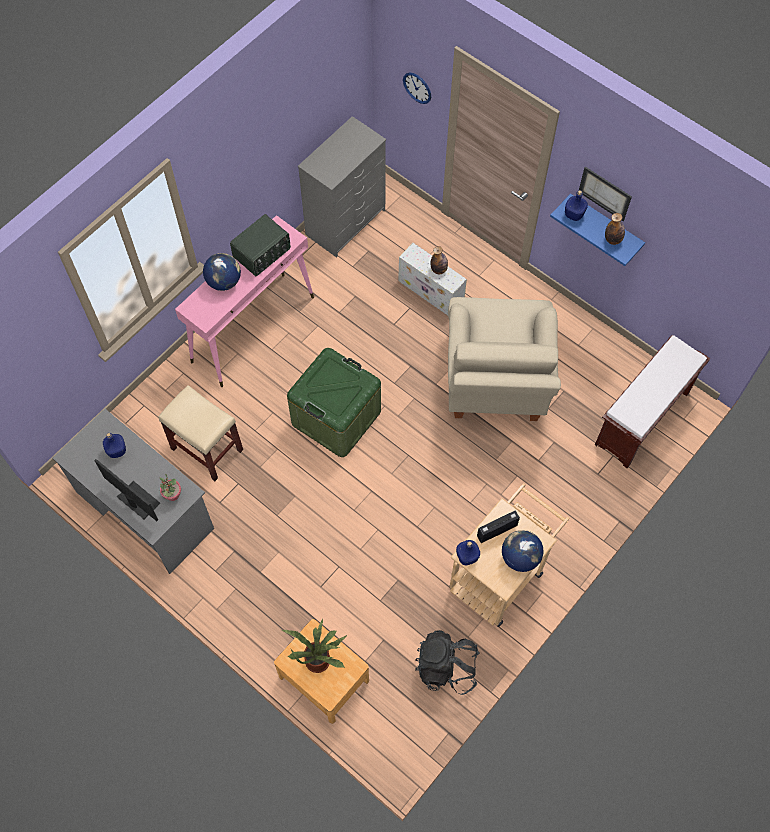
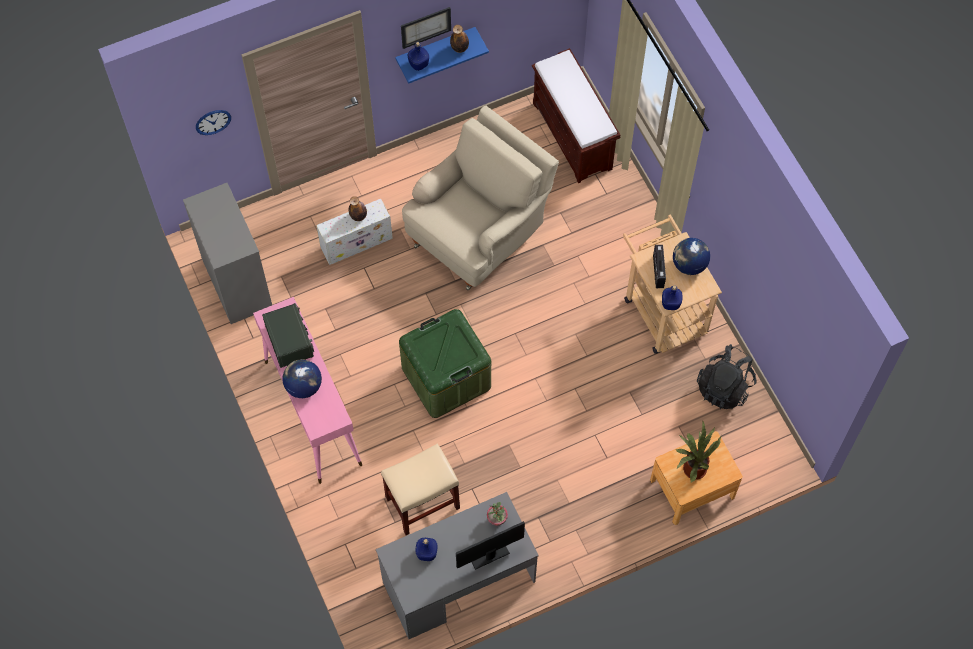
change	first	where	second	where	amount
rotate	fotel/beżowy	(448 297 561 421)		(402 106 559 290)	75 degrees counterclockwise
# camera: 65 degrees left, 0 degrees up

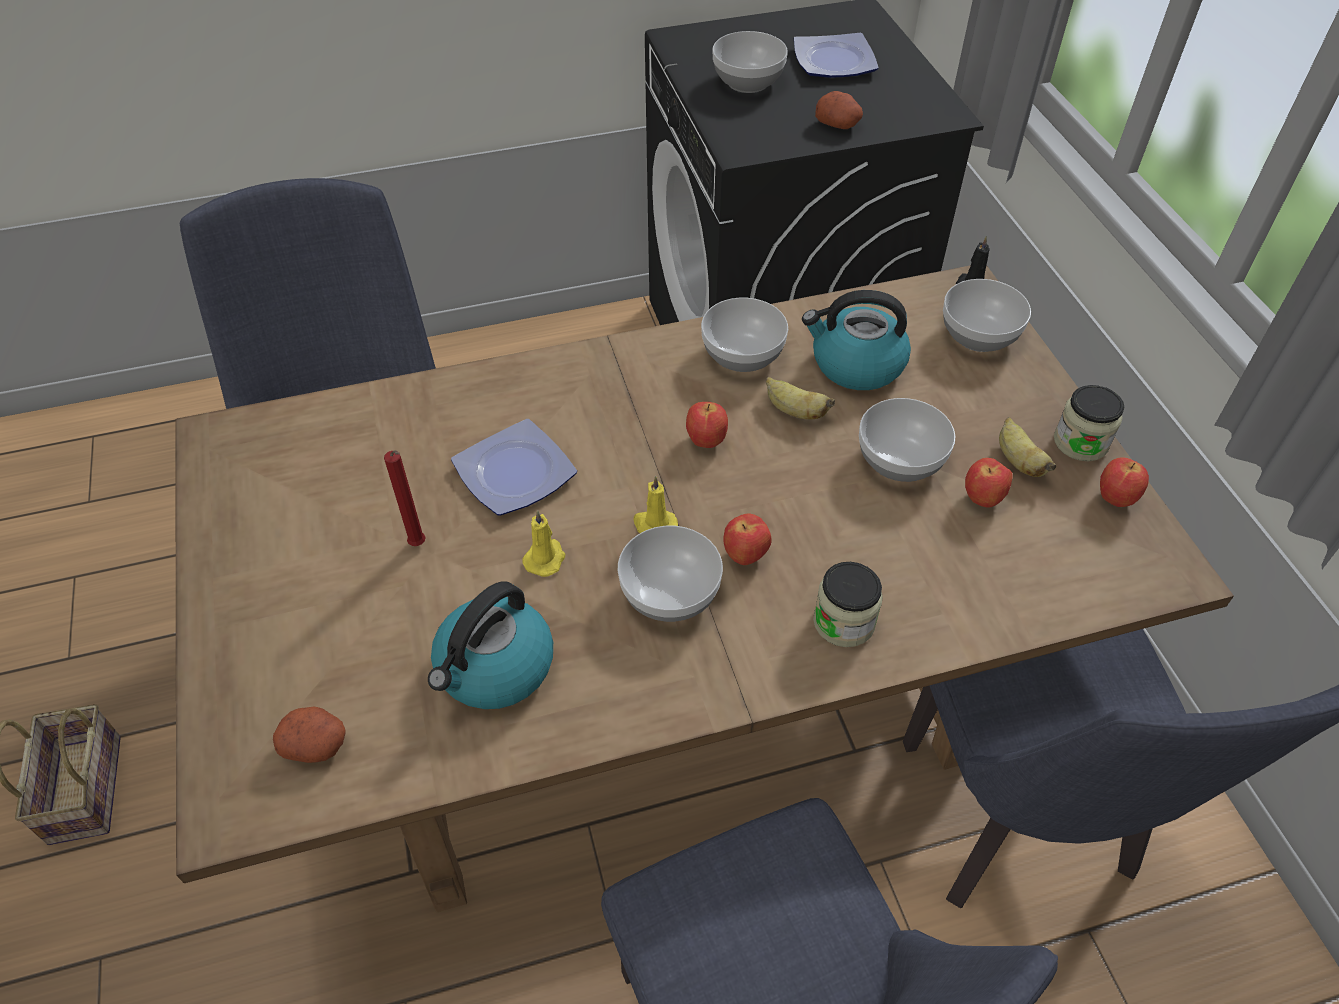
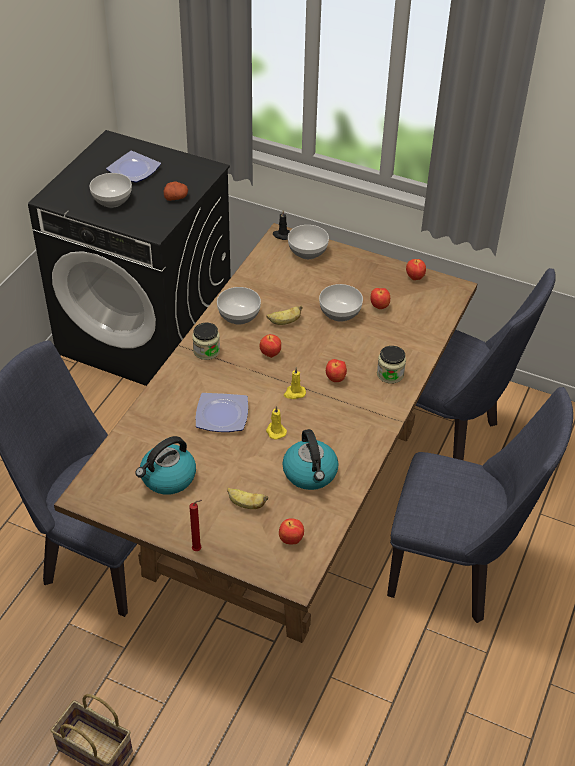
change	first	where	second	where	amount
move	czajnik	(802 290 911 390)		(135 436 196 495)	
move	świeca/czerwony	(384 450 426 546)		(189 500 202 551)	
move	słoik	(1054 385 1125 461)		(192 322 220 360)	
move	banan	(999 417 1056 477)		(227 487 268 509)	
replace	ziemniak	(273 707 346 763)	jabłko	(279 518 304 544)	
delete	miska	(618 526 723 622)			
# camera: 50 degrees left, 5 degrees down

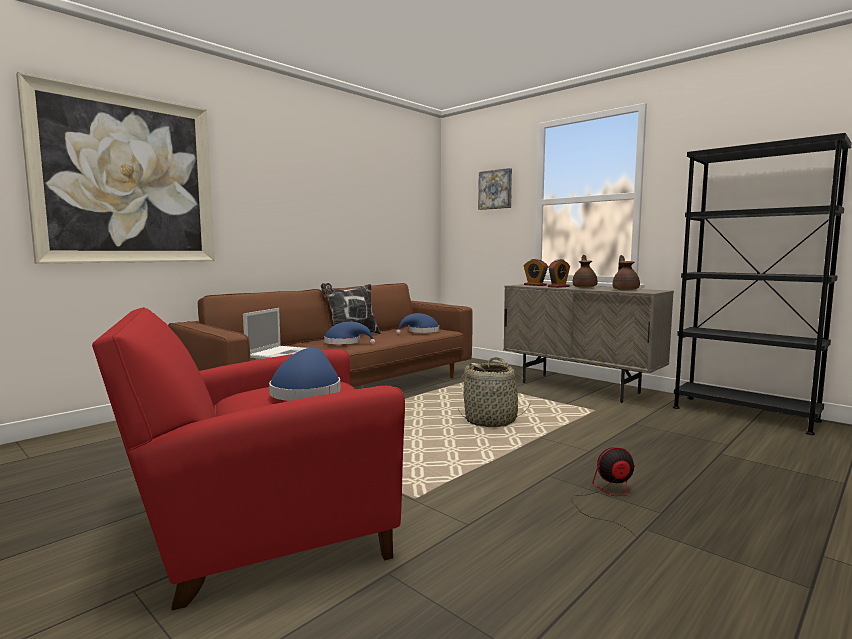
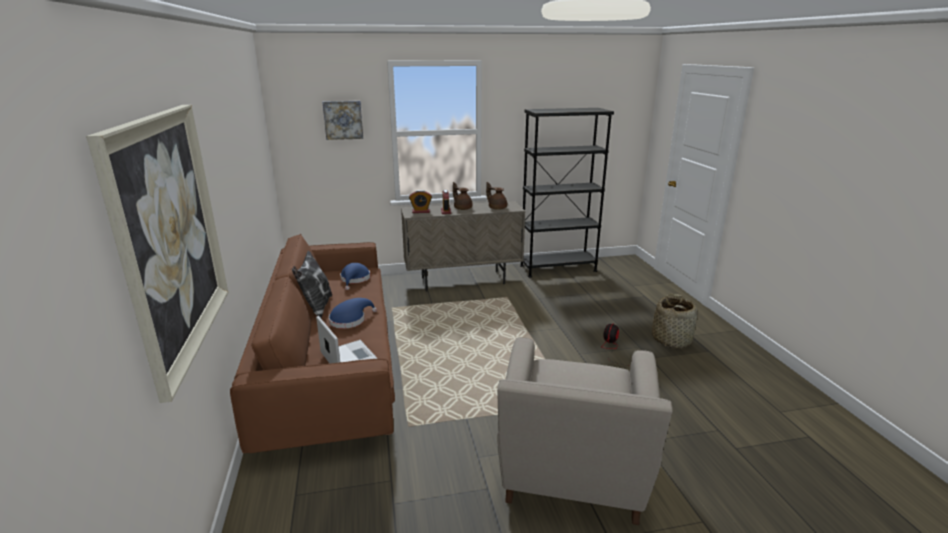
change	first	where	second	where	amount
recolor	fotel/czerwony	(92 307 405 610)	fotel/beżowy	(497 337 673 525)	
move	koszyk	(458 357 531 427)		(652 294 698 349)	
delete	kapelusz/niebieski	(269 348 341 401)			
# camera: 55 degrees left, 15 degrees up

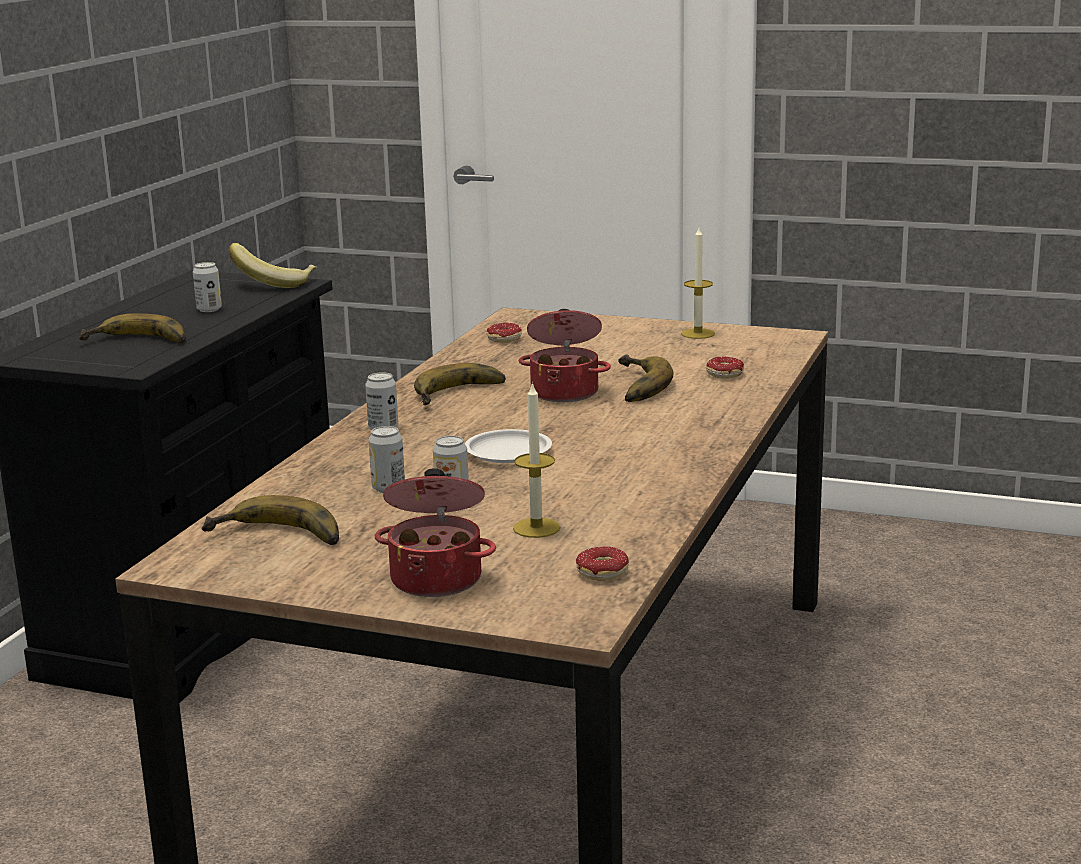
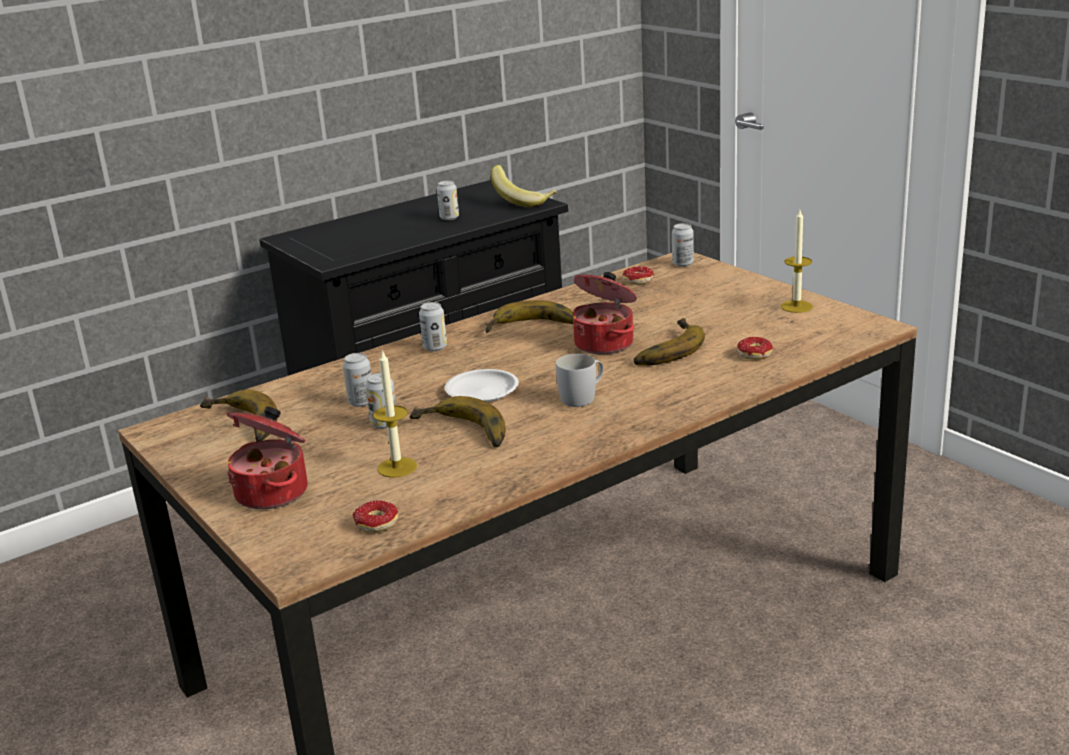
change	first	where	second	where	amount
move	banan	(79 313 186 343)		(409 396 505 447)	
insert			kubek/biały	(556 354 603 407)	
insert			puszka	(672 223 694 267)	
# camera: 35 degrees right, 5 degrees up

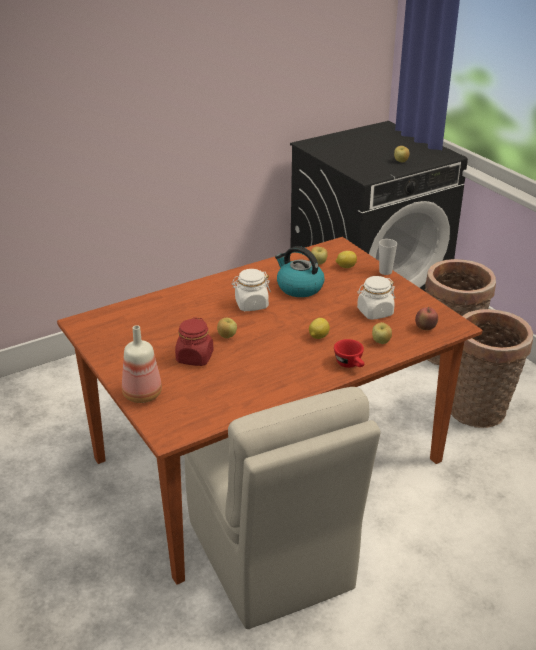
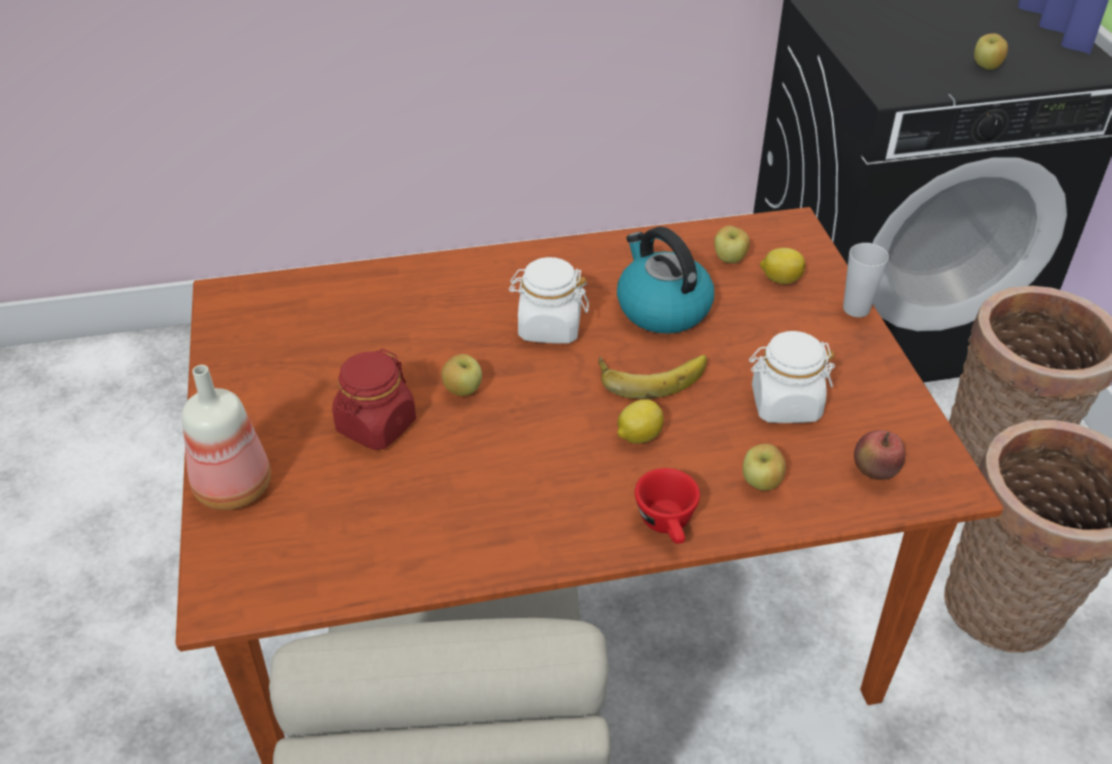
change	first	where	second	where	amount
insert			banan	(598 355 707 399)	
# camera: 20 degrees right, 10 degrees up

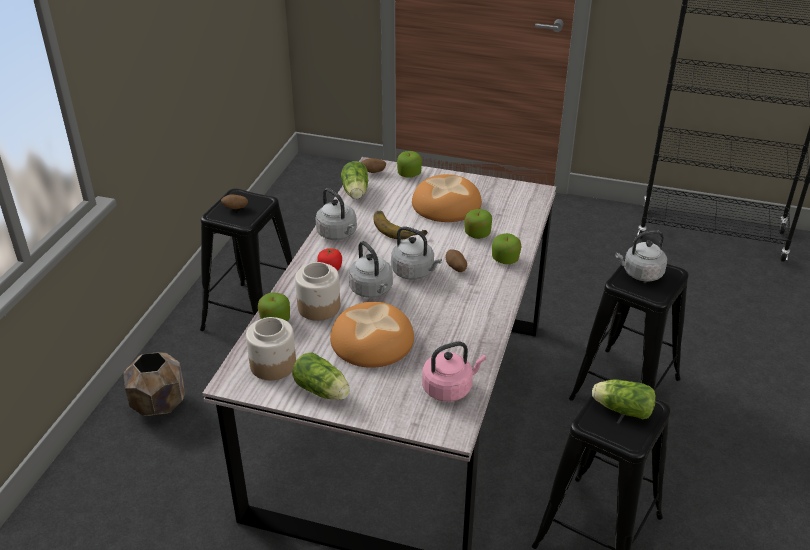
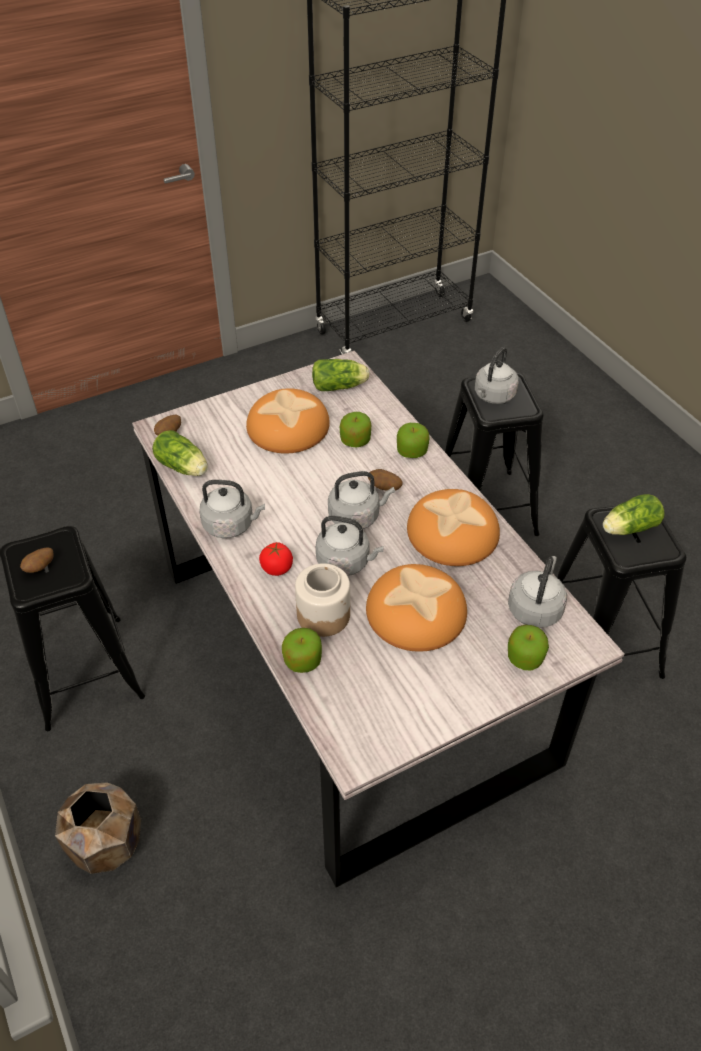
change	first	where	second	where	amount
move	sałata	(292 353 350 400)		(312 359 370 391)	
insert			chleb	(407 489 500 566)	
recolor	czajnik/różowy	(422 342 486 402)	czajnik/szary	(508 556 567 628)	
move	jabłko	(397 151 422 178)		(508 625 549 671)	
delete	słoik	(246 317 296 380)			
delete	banan	(373 211 428 240)			
# camera: 45 degrees left, 10 degrees up

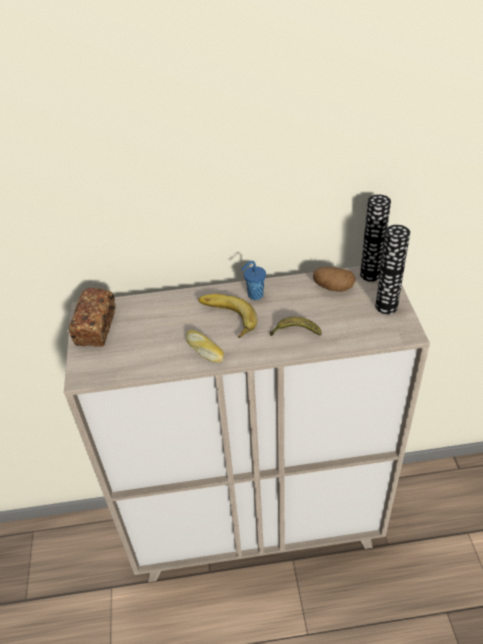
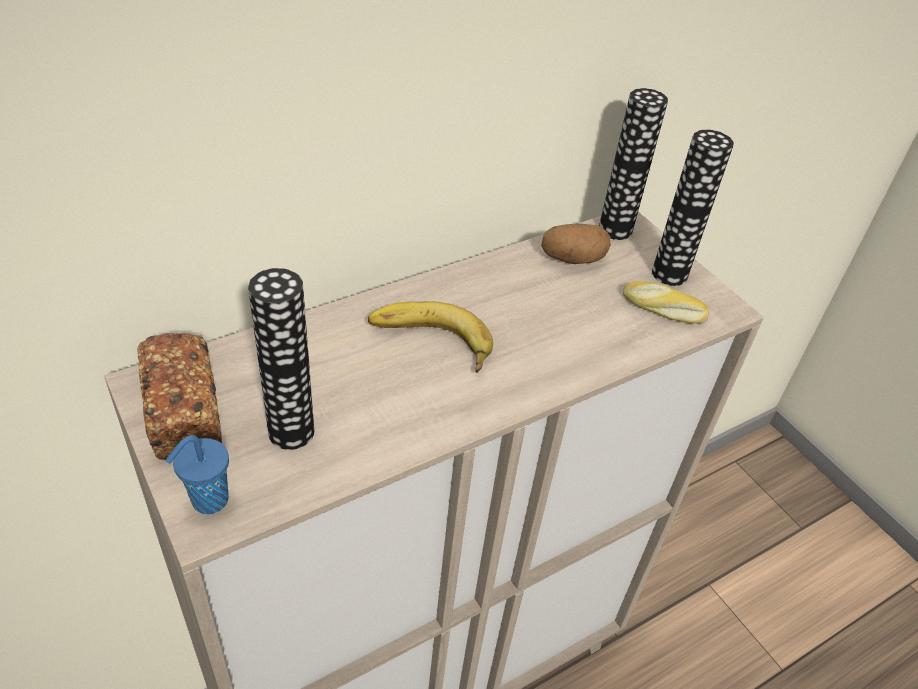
change	first	where	second	where	amount
move	filiżanka/niebieski	(241 261 266 300)		(166 435 229 514)	
insert			wazon	(248 268 314 450)	
move	chleb	(186 330 224 363)		(623 281 709 324)	
delete	banan	(270 317 322 336)			
# camera: 30 degrees left, 0 degrees up

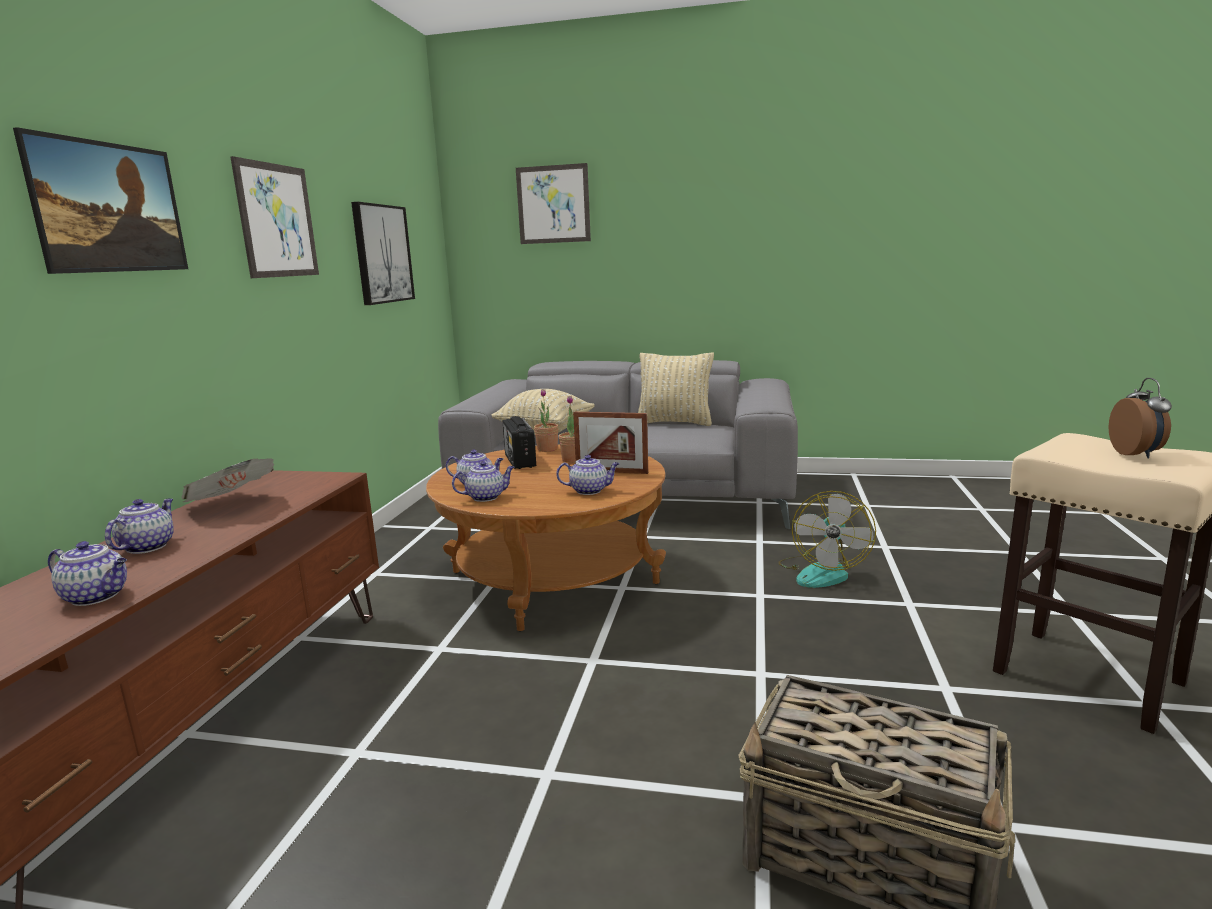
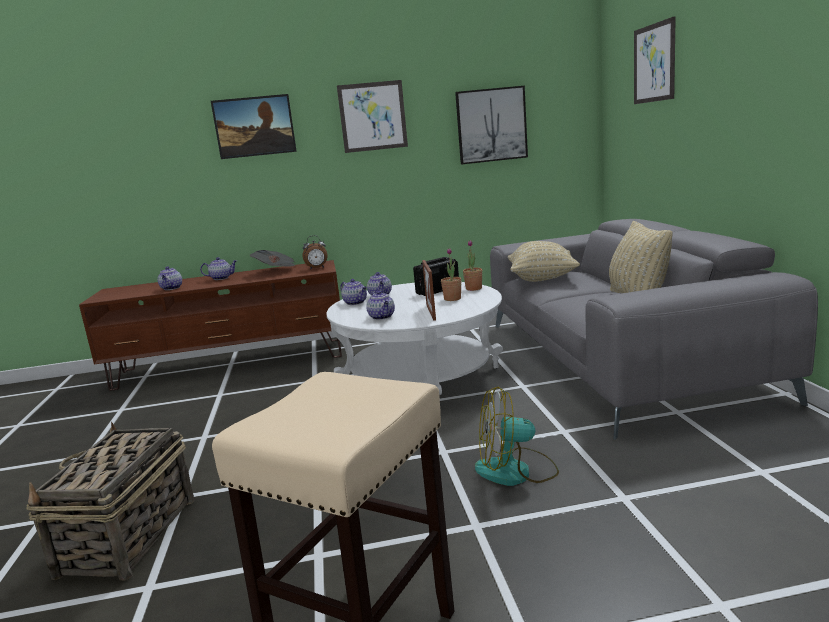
change	first	where	second	where	amount
move	budzik	(1108 378 1172 459)		(303 235 327 268)	
recolor	ława/brązowy	(426 444 666 631)	ława/biały	(326 282 503 395)	
# camera: 70 degrees right, 0 degrees up

